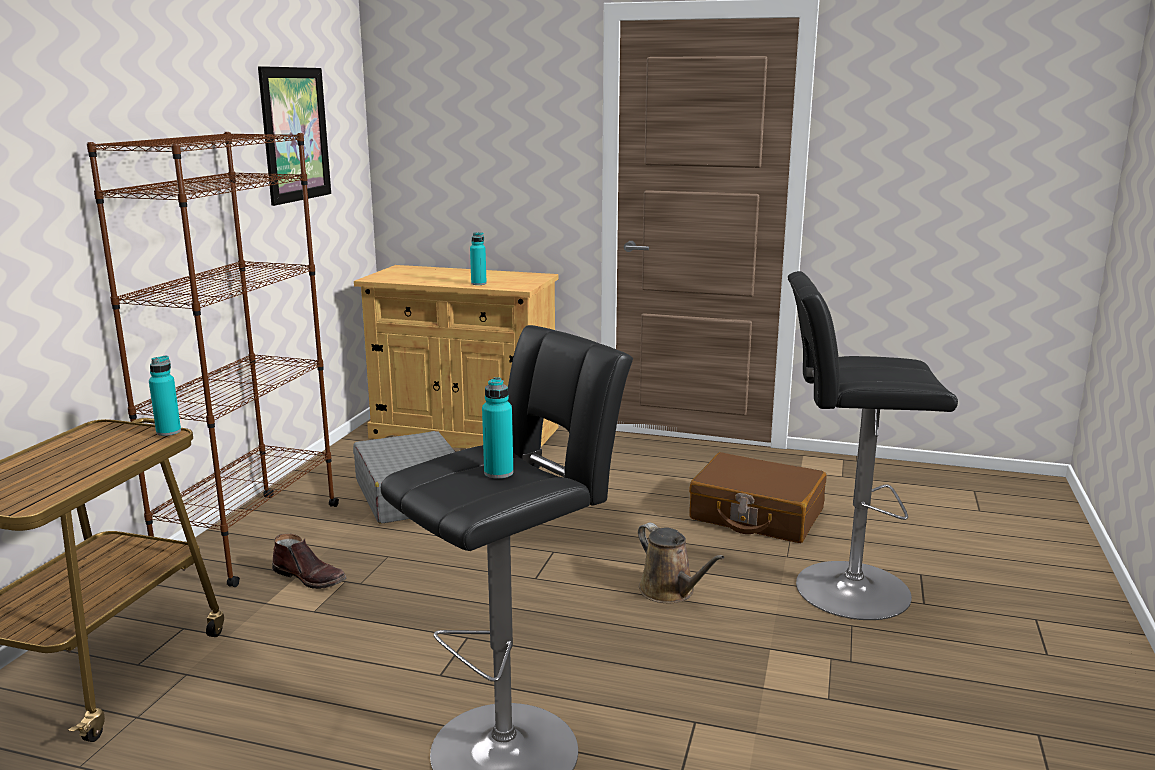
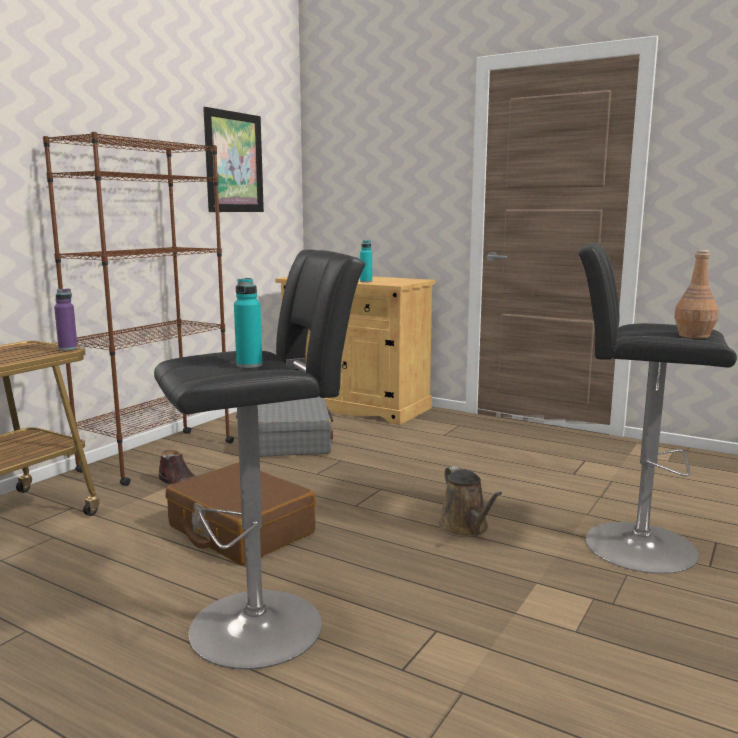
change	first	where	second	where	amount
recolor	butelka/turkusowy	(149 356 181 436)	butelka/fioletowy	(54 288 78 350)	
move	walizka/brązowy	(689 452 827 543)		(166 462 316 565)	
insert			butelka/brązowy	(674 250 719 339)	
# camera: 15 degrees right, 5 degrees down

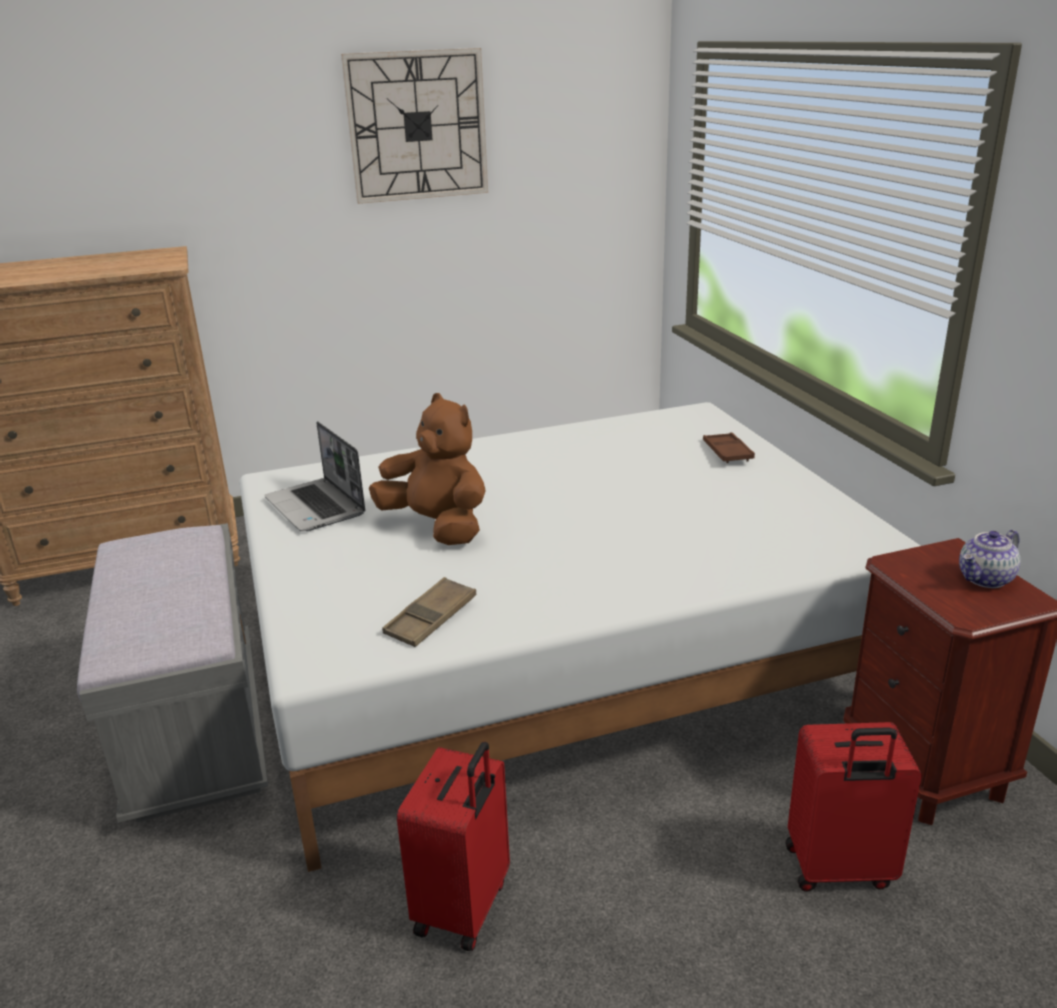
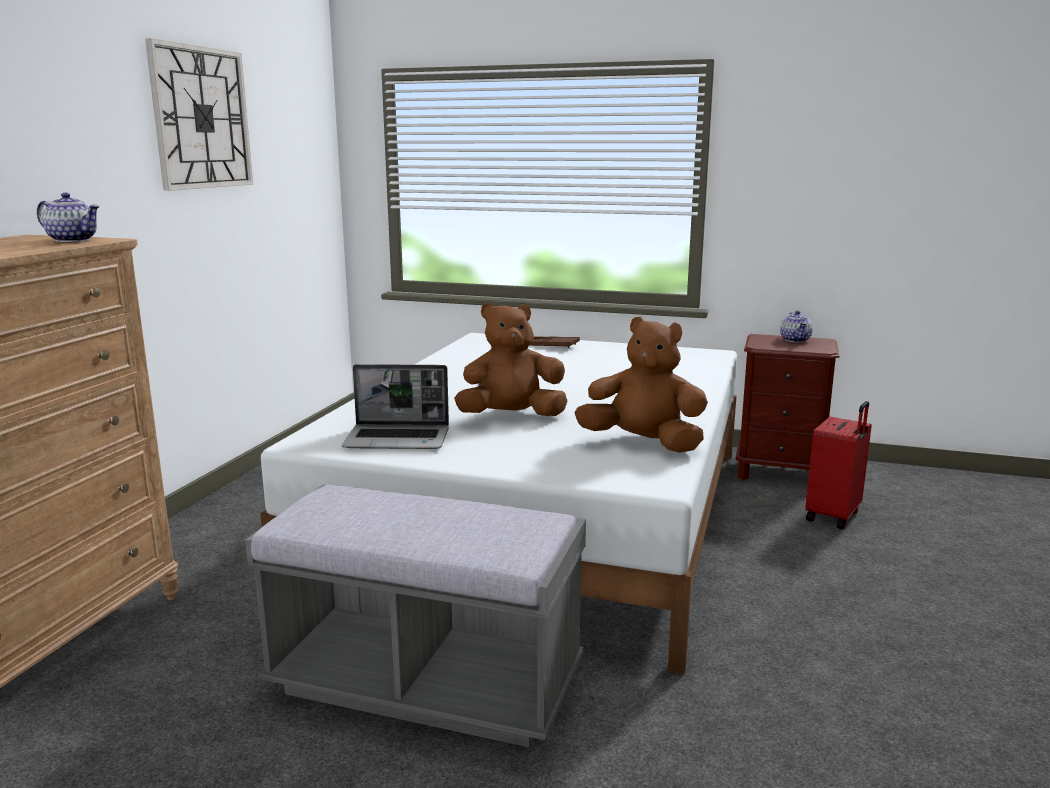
change	first	where	second	where	amount
insert			imbryk	(37 193 100 242)	
replace	taca/brązowy	(382 577 476 647)	pluszak/brązowy	(574 317 708 453)	
delete	walizka/czerwony	(397 742 510 951)			
# camera: 55 degrees left, 10 degrees down

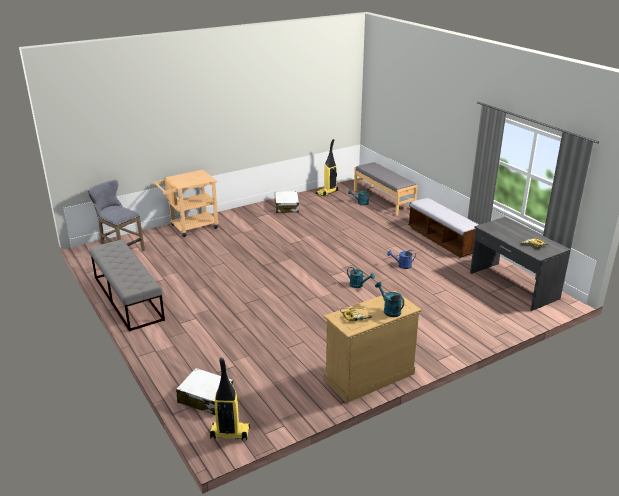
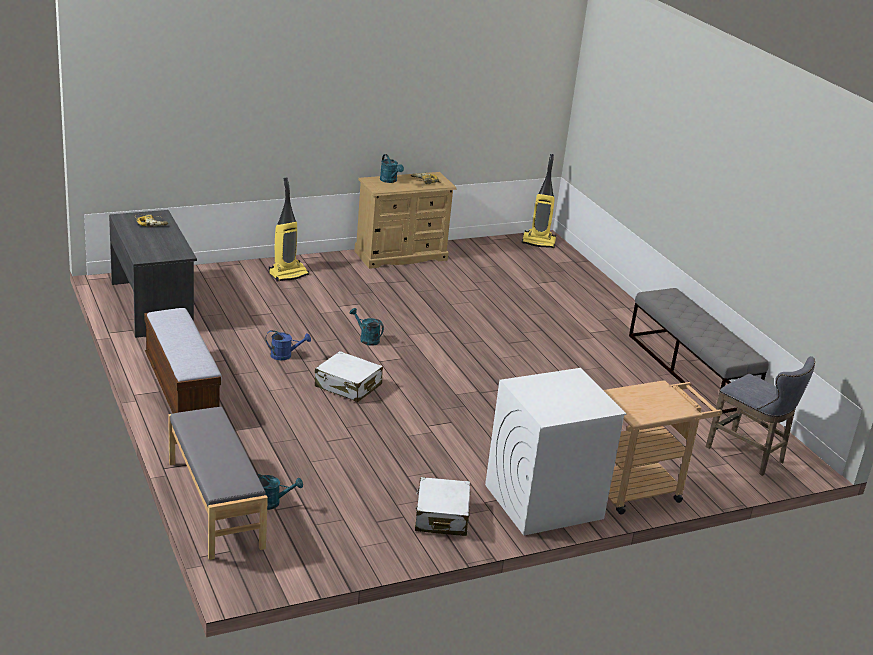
change	first	where	second	where	amount
move	odkurzacz	(316 139 338 196)		(269 178 309 282)	
move	walizka/biały	(176 368 233 415)		(315 351 383 402)	
insert			pralka/biały	(485 368 627 536)	
# camera: 175 degrees left, 0 degrees up

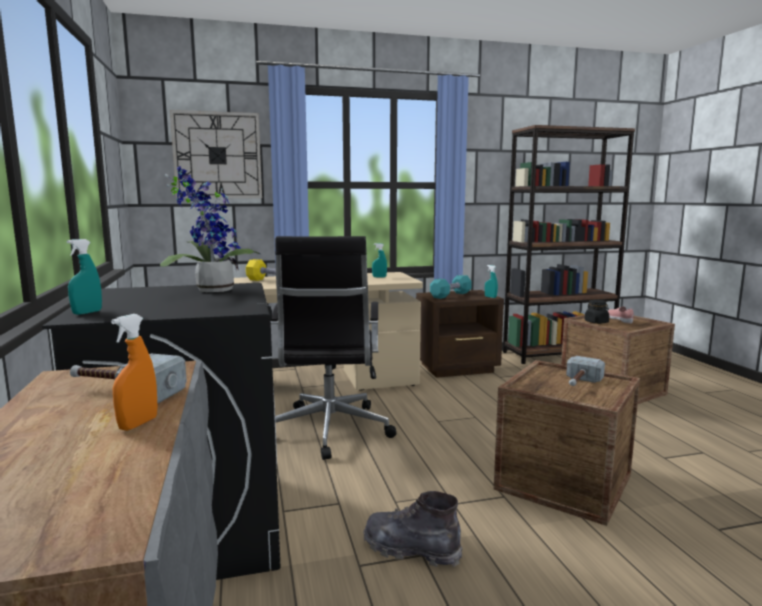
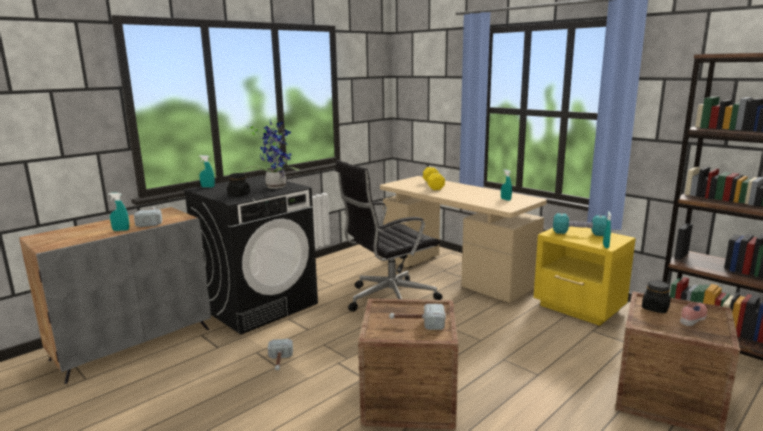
change	first	where	second	where	amount
recolor	spryskiwacz/pomarańczowy	(111 314 157 431)	spryskiwacz/turkusowy	(108 193 129 231)	
insert			słoik/czarny	(227 173 250 196)	
replace	but z cholewką/szary	(363 491 463 567)	młotek	(268 339 293 370)	
recolor	szafka nocna/brązowy	(416 290 504 378)	szafka nocna/żółty	(534 226 636 326)	
delete	zegar ścienny	(170 110 262 198)			
# camera: 60 degrees right, 5 degrees up

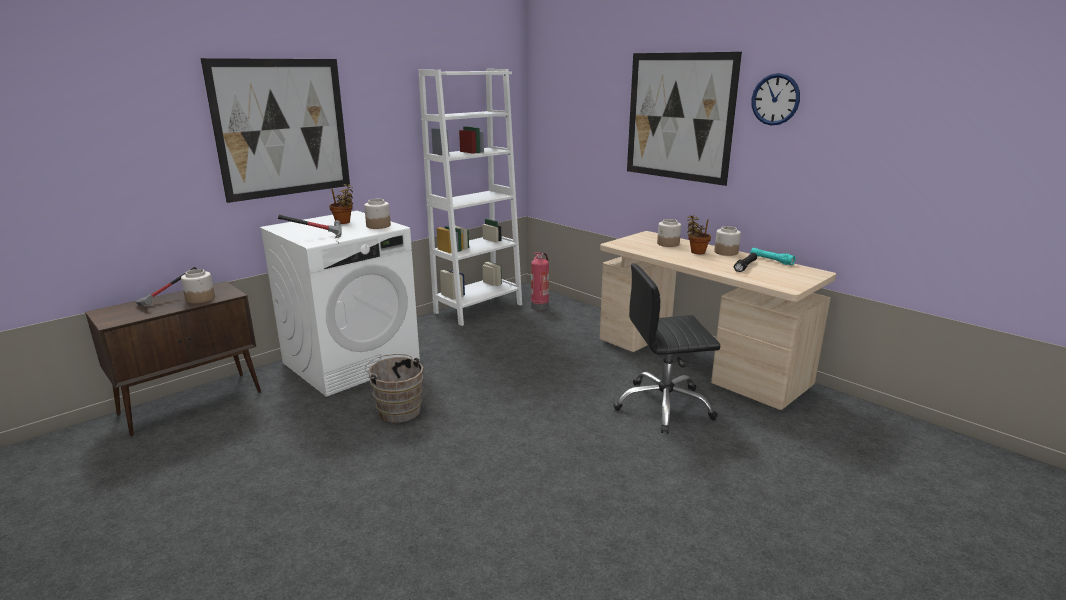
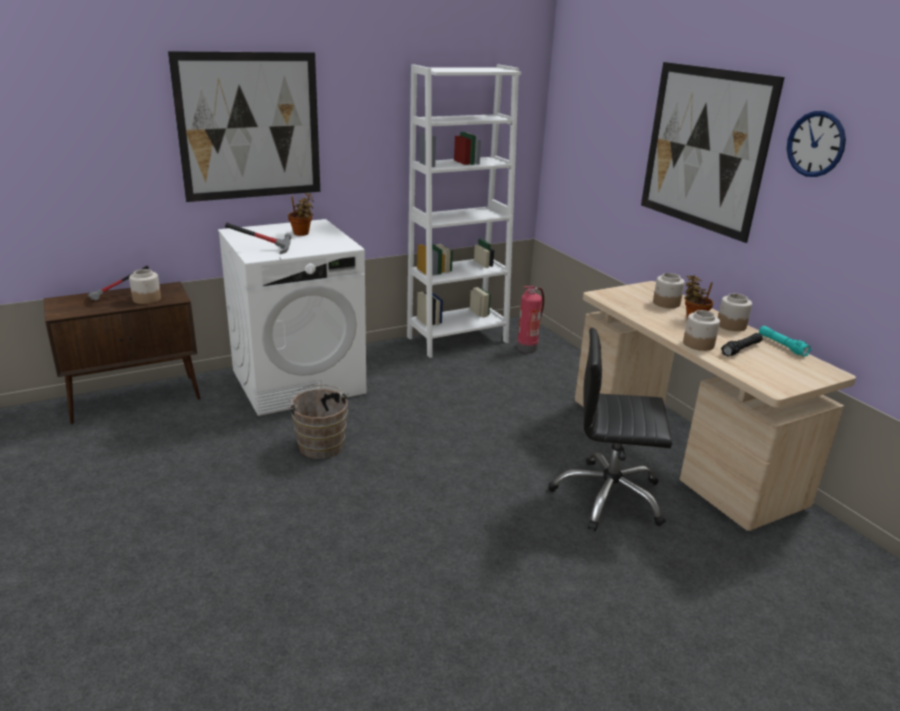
change	first	where	second	where	amount
move	słoik	(364 199 391 229)		(683 310 720 351)	
# camera: 15 degrees right, 5 degrees up

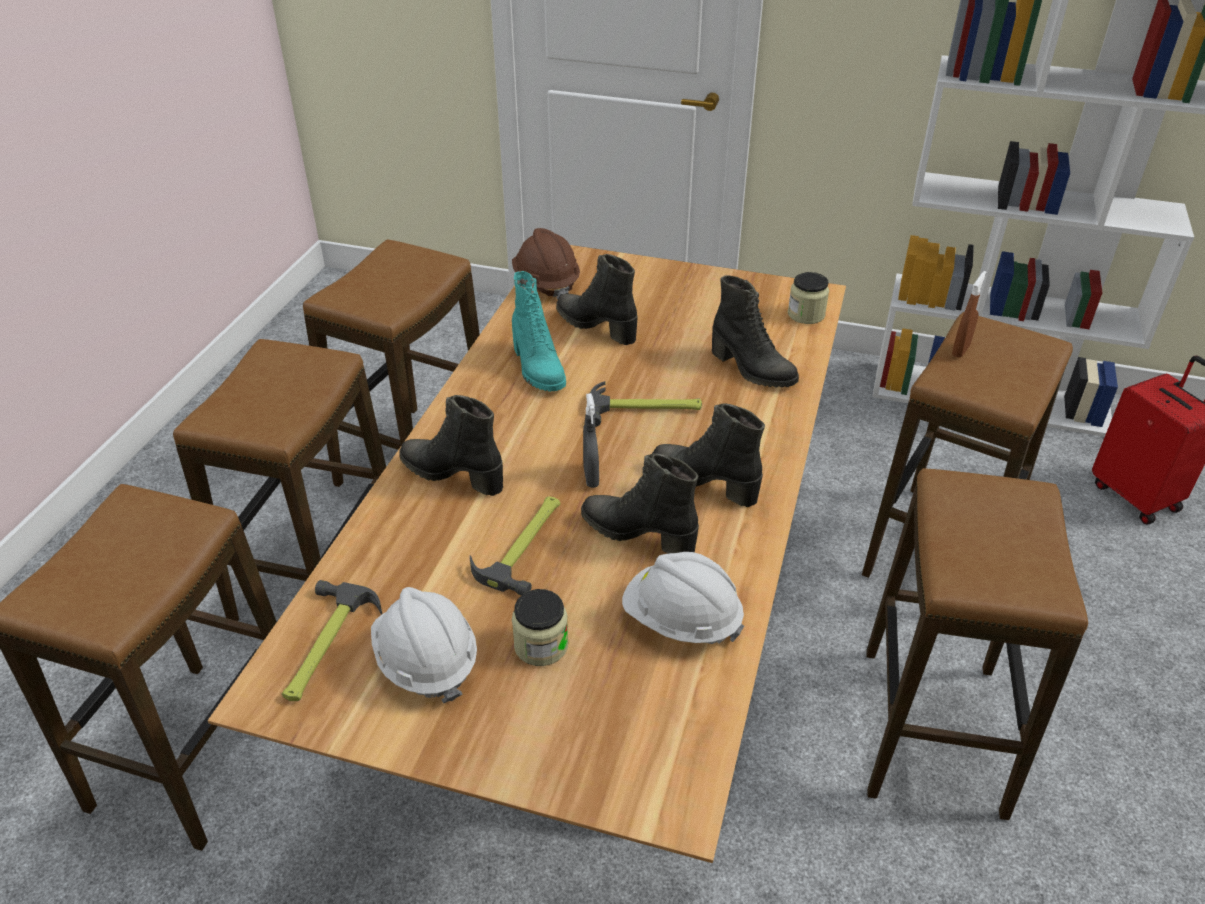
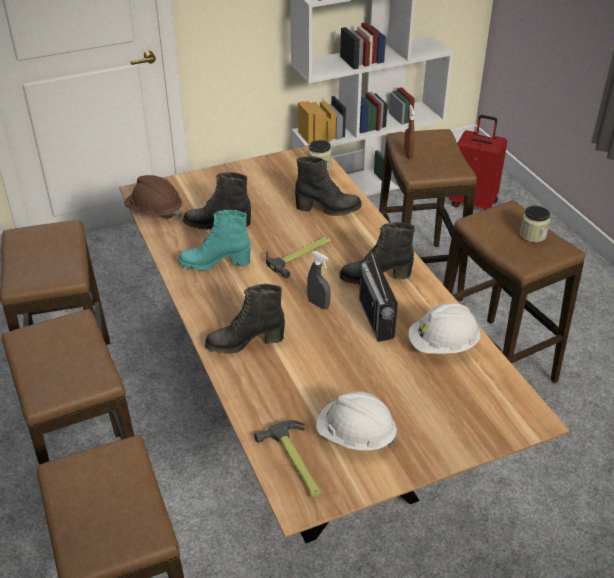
change	first	where	second	where	amount
rotate	but z cholewką/turkusowy	(512 271 566 392)		(178 210 251 271)	150 degrees clockwise
replace	but z cholewką/czarny	(581 453 699 554)	radio	(359 250 398 342)	
move	słoik	(512 589 568 666)		(520 206 550 243)	
delete	młotek	(470 496 560 596)			
# camera: 40 degrees left, 0 degrees up

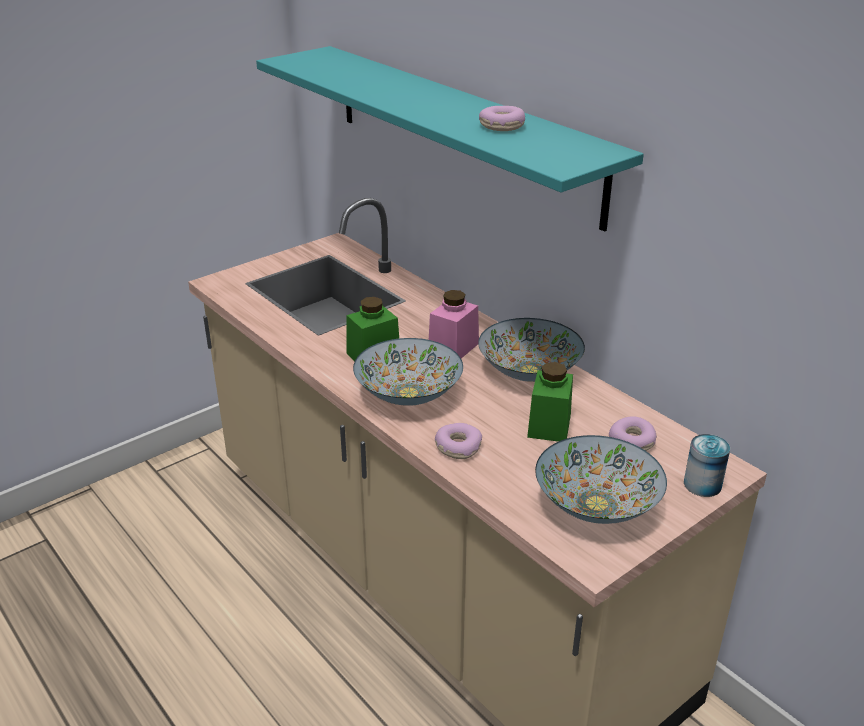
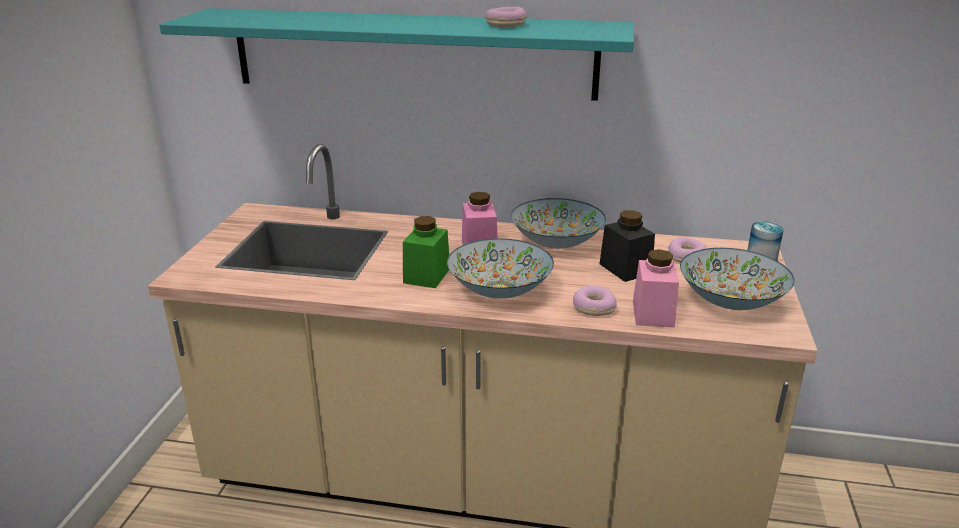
change	first	where	second	where	amount
recolor	słoik/zielony	(527 362 573 442)	słoik/czarny	(599 210 655 282)	
insert			słoik/różowy	(633 249 679 328)	
# camera: 40 degrees left, 5 degrees down

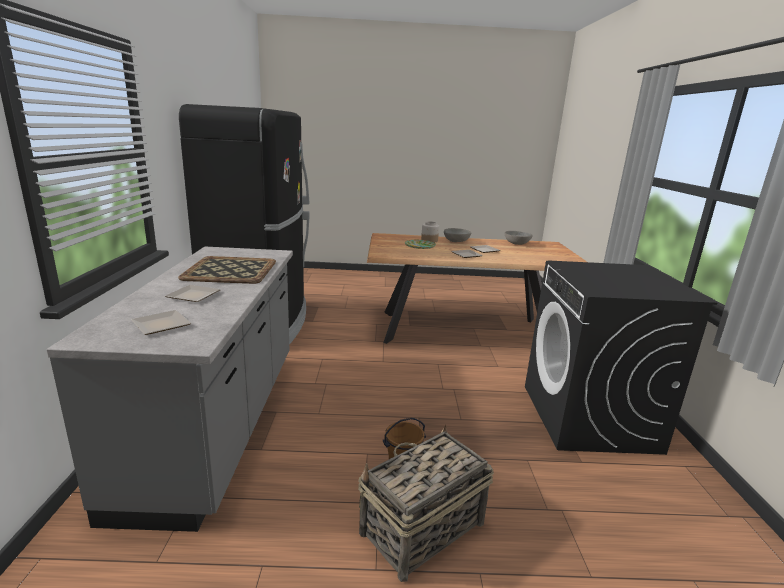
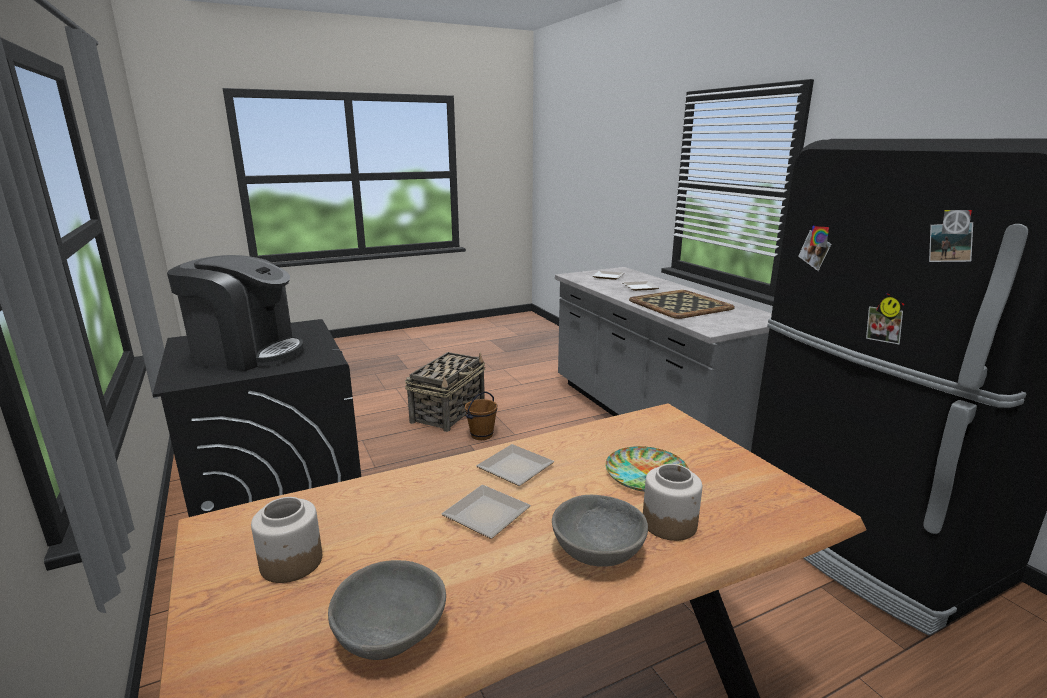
change	first	where	second	where	amount
insert			ekspres do kawy	(167 255 304 371)	
insert			słoik	(251 497 322 583)	
# camera: 155 degrees right, 0 degrees up

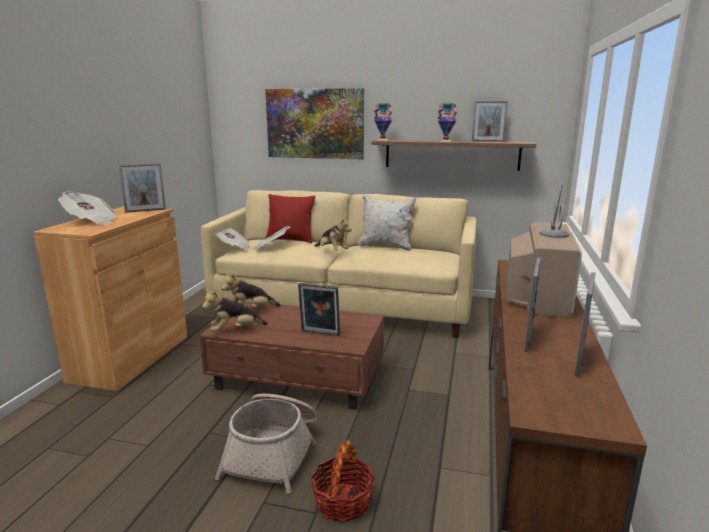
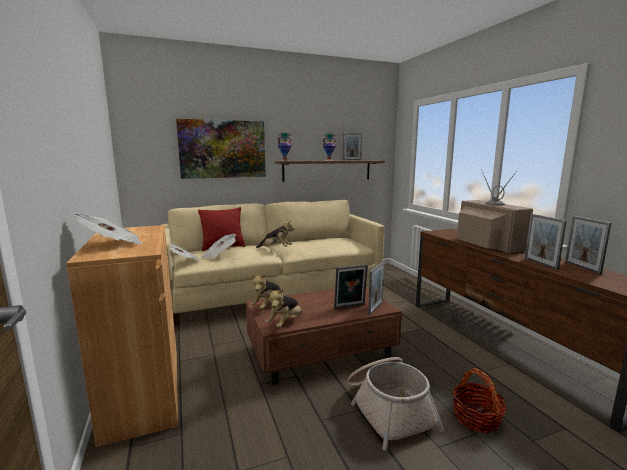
change	first	where	second	where	amount
move	ramka na zdjęcie	(118 163 166 213)		(368 262 384 315)	
delete	poduszka/biały	(357 195 416 251)			
# camera: 35 degrees left, 5 degrees down

